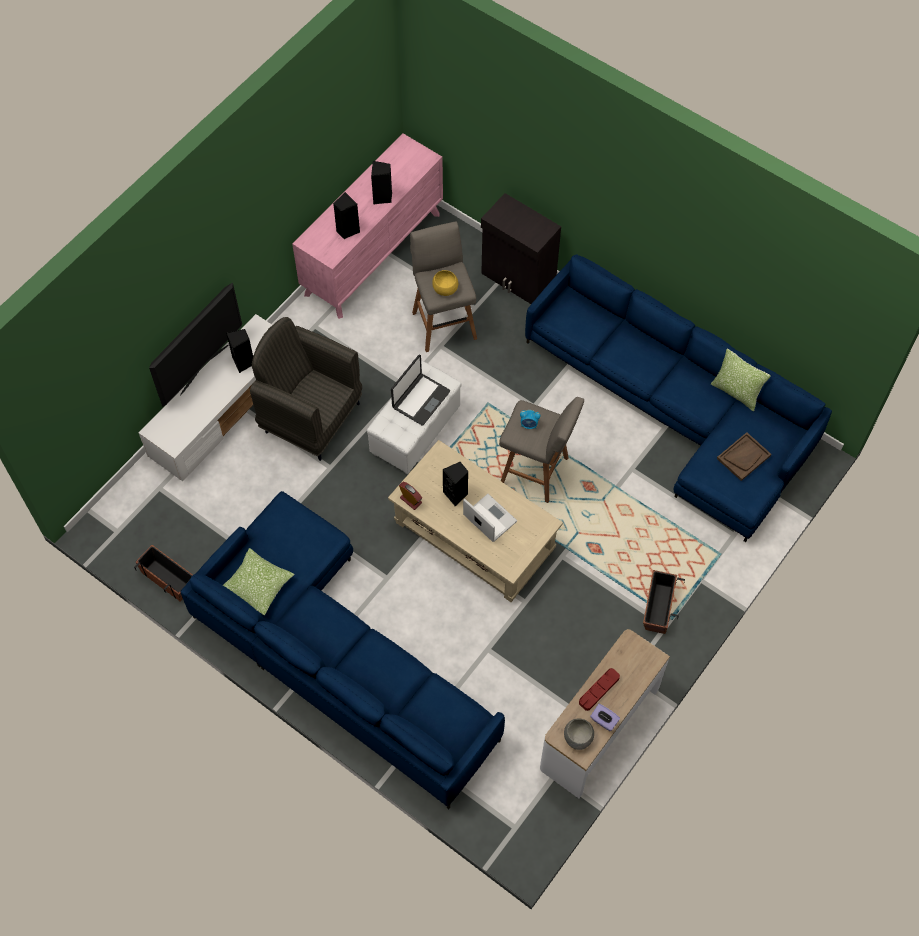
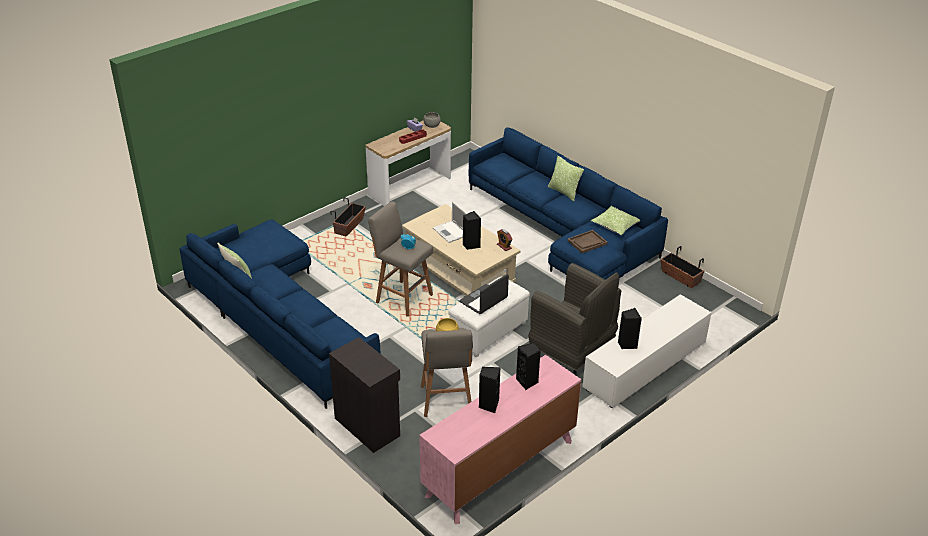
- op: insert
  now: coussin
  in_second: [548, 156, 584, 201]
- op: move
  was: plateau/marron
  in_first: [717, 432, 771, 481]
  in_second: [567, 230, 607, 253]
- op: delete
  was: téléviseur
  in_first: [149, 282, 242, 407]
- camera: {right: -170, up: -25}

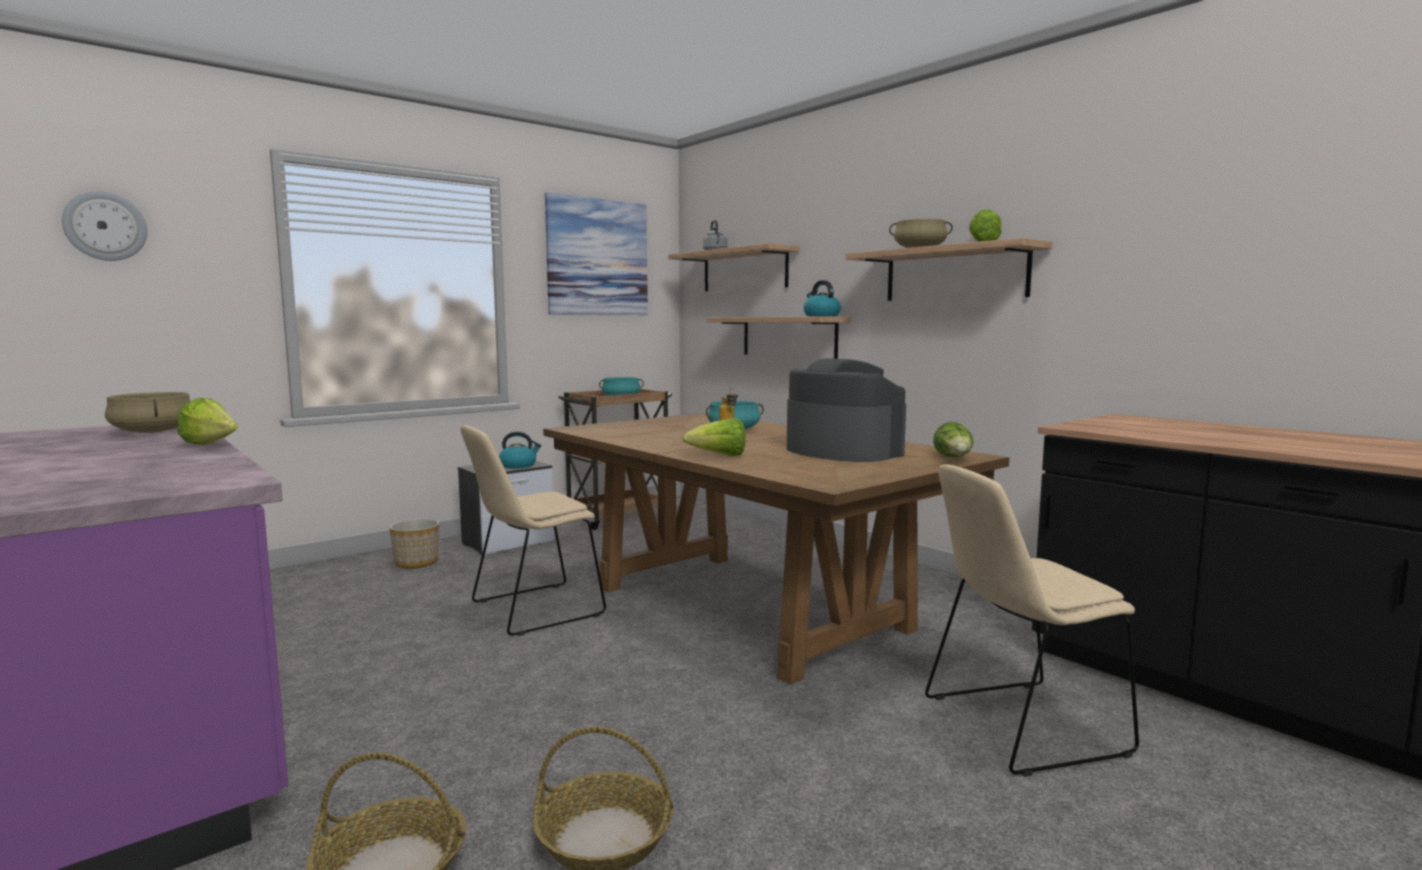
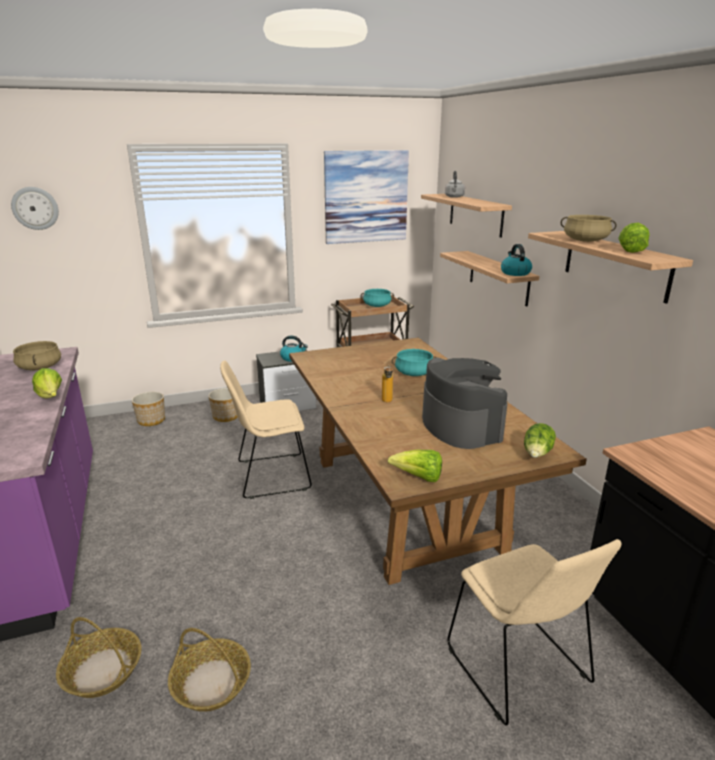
- op: insert
  now: cache-pot
  in_second: [132, 392, 165, 426]
- op: move
  was: laitue
  in_first: [682, 418, 746, 456]
  in_second: [388, 450, 442, 482]
- op: rotate
  was: chaise/beige
  in_first: [925, 464, 1139, 777]
  in_second: [447, 539, 621, 726]
  clockwise: -120
- camera: {right: 20, up: 15}

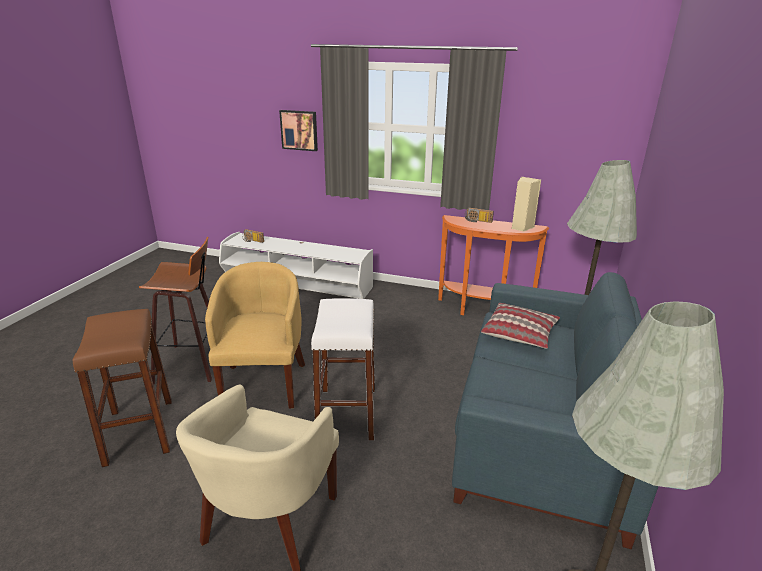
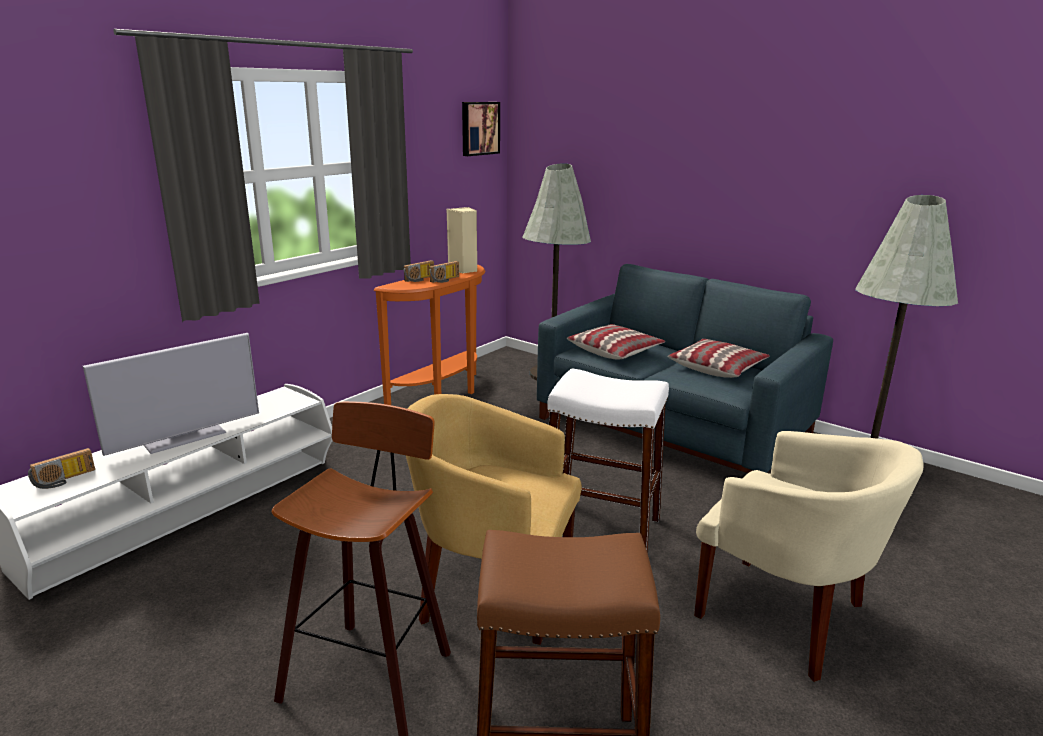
- op: insert
  now: téléviseur
  in_second: [83, 333, 259, 456]
- op: insert
  now: radio
  in_second: [429, 261, 459, 283]
- op: move
  was: tableau
  in_first: [279, 110, 318, 151]
  in_second: [462, 102, 500, 156]
- op: insert
  now: coussin
  in_second: [667, 339, 770, 378]
- camera: {right: -70, up: -5}

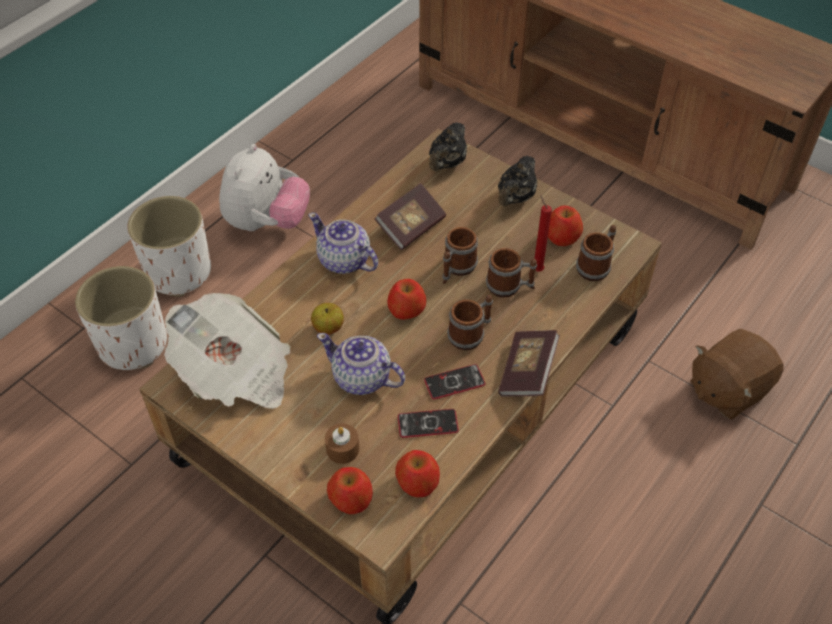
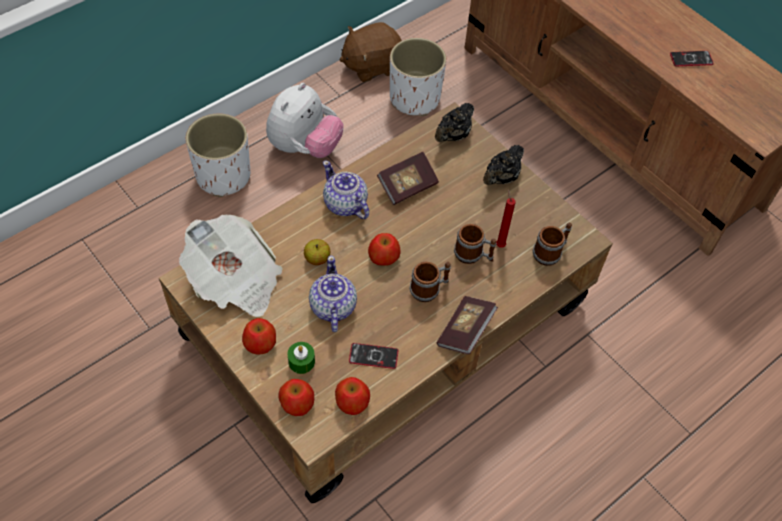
- op: move
  was: pomme
  in_first: [548, 205, 583, 246]
  in_second: [242, 318, 276, 355]
- op: recolor
  was: bougie/marron
  now: bougie/vert
  in_first: [325, 423, 359, 464]
  in_second: [288, 342, 315, 374]
- op: rotate
  was: théière
  in_first: [317, 333, 405, 395]
  in_second: [309, 255, 357, 332]
  clockwise: 45
- op: move
  was: peluche/marron
  in_first: [690, 329, 784, 420]
  in_second: [340, 22, 402, 82]
- op: move
  was: cache-pot/blanc
  in_first: [75, 266, 167, 370]
  in_second: [390, 38, 447, 116]
- op: move
  was: téléphone
  in_first: [424, 364, 485, 400]
  in_second: [670, 51, 714, 66]
- op: delete
  was: mug
  in_first: [442, 227, 478, 284]
- camera: {right: 10, up: 5}

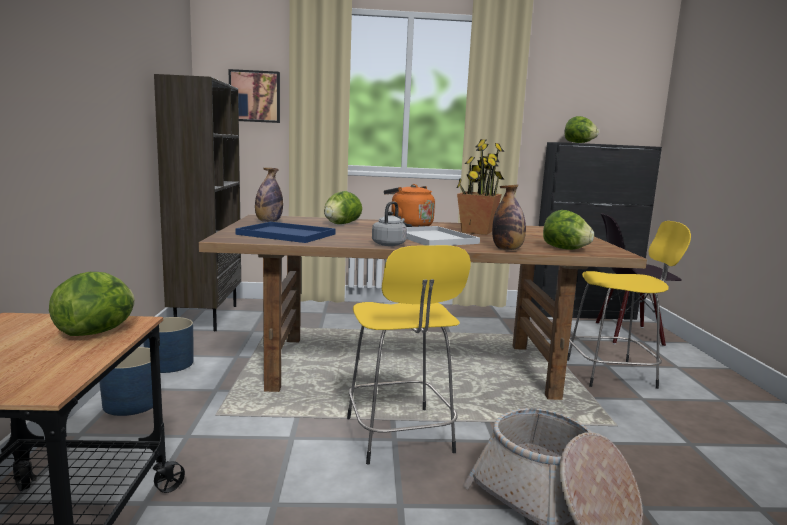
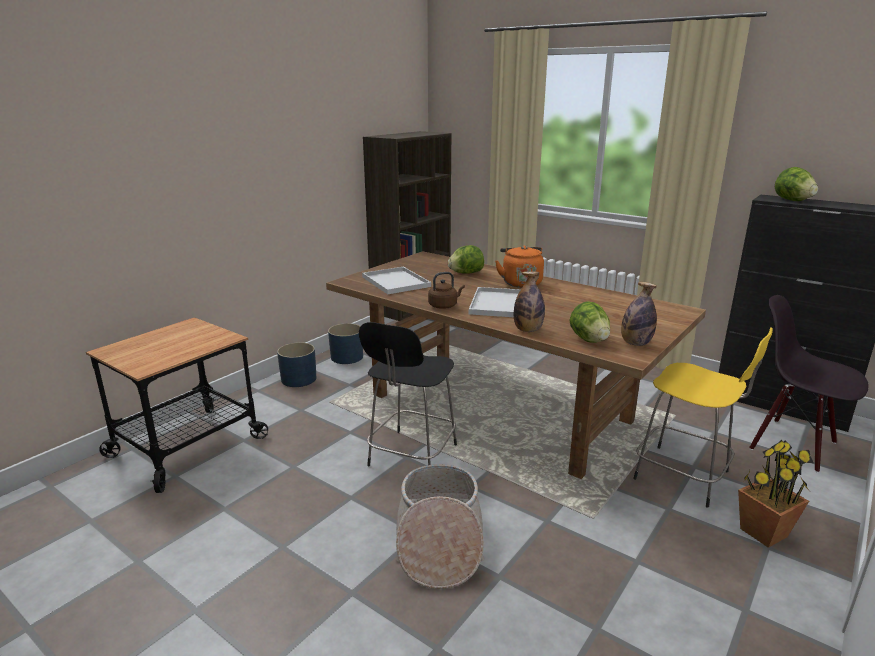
- op: recolor
  was: tabouret/jaune
  now: tabouret/noir
  in_first: [347, 245, 471, 465]
  in_second: [359, 322, 457, 467]
- op: recolor
  was: plateau/bleu
  now: plateau/blanc
  in_first: [235, 222, 336, 243]
  in_second: [362, 267, 431, 294]
- op: recolor
  was: bouilloire/gris
  now: bouilloire/marron
  in_first: [372, 201, 407, 246]
  in_second: [428, 272, 465, 309]
- op: move
  was: bouteille
  in_first: [255, 168, 283, 222]
  in_second: [621, 282, 657, 346]
- op: move
  was: plante en pot
  in_first: [456, 139, 505, 235]
  in_second: [738, 440, 813, 548]
- op: delete
  was: laitue
  in_first: [49, 272, 135, 336]
- op: delete
  was: tableau
  in_first: [229, 69, 280, 123]
- camera: {right: 40, up: 10}

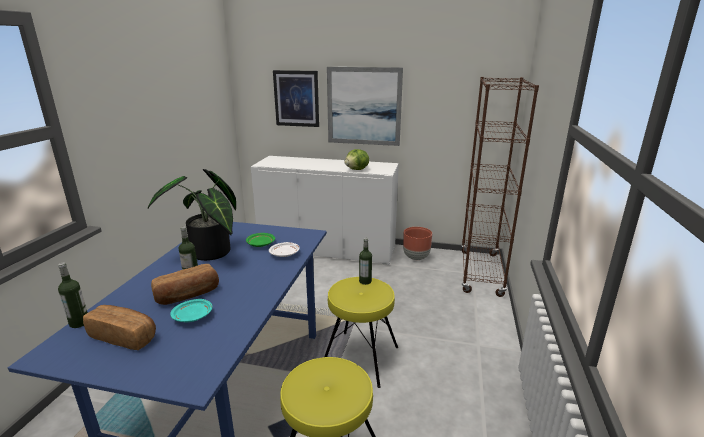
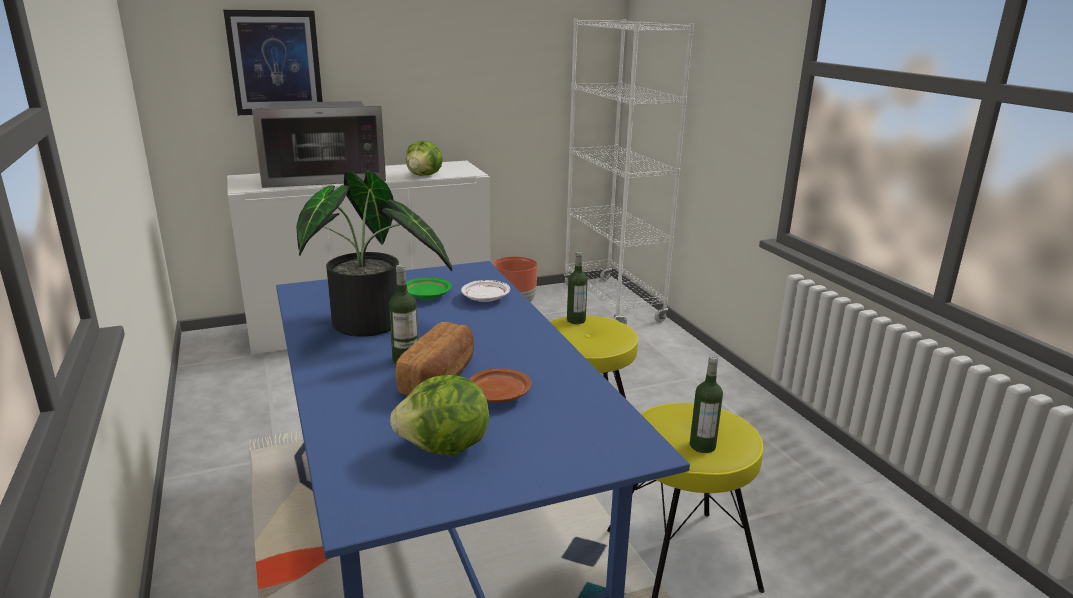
- op: insert
  now: micro-ondes
  in_second: [252, 101, 386, 188]
- op: replace
  was: pain
  now: laitue
  in_first: [83, 305, 156, 350]
  in_second: [390, 375, 489, 455]
- op: recolor
  was: assiette/turquoise
  now: assiette/marron
  in_first: [170, 299, 212, 322]
  in_second: [469, 368, 531, 403]
- op: recolor
  was: bibliothèque/marron
  now: bibliothèque/blanc
  in_first: [461, 77, 539, 297]
  in_second: [563, 19, 694, 325]
- op: move
  was: bouteille
  in_first: [58, 262, 88, 328]
  in_second: [690, 356, 723, 453]
- op: delete
  was: tableau
  in_first: [327, 67, 403, 146]
- camera: {right: -35, up: 0}

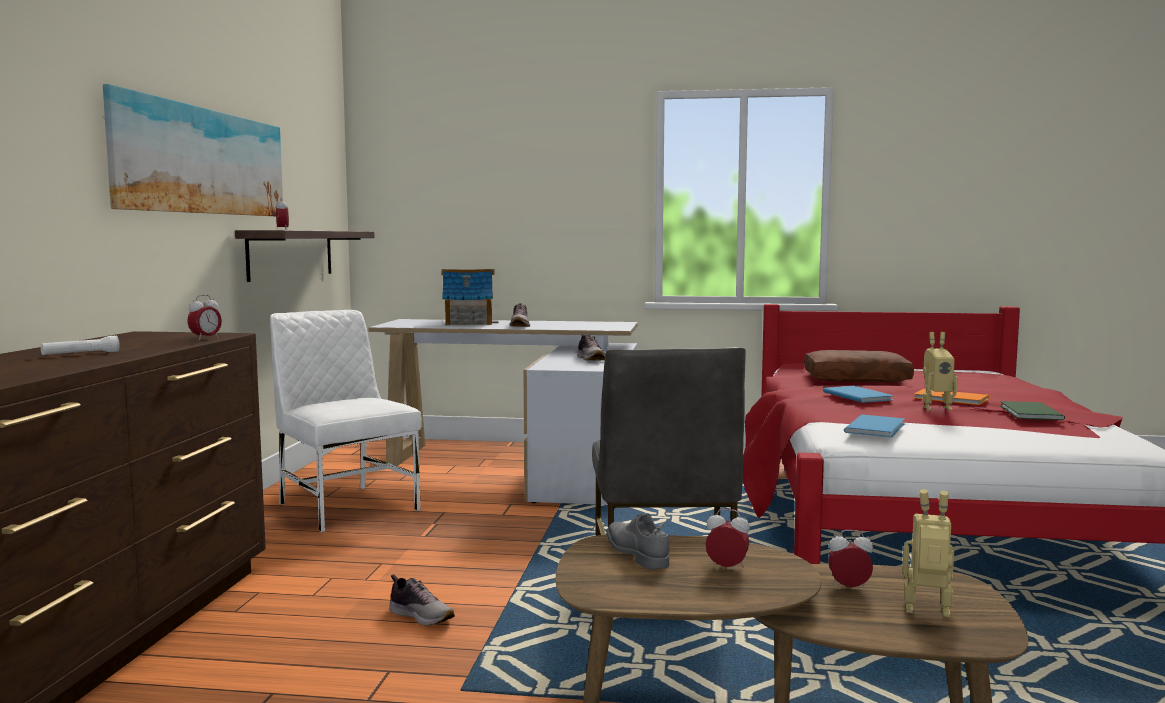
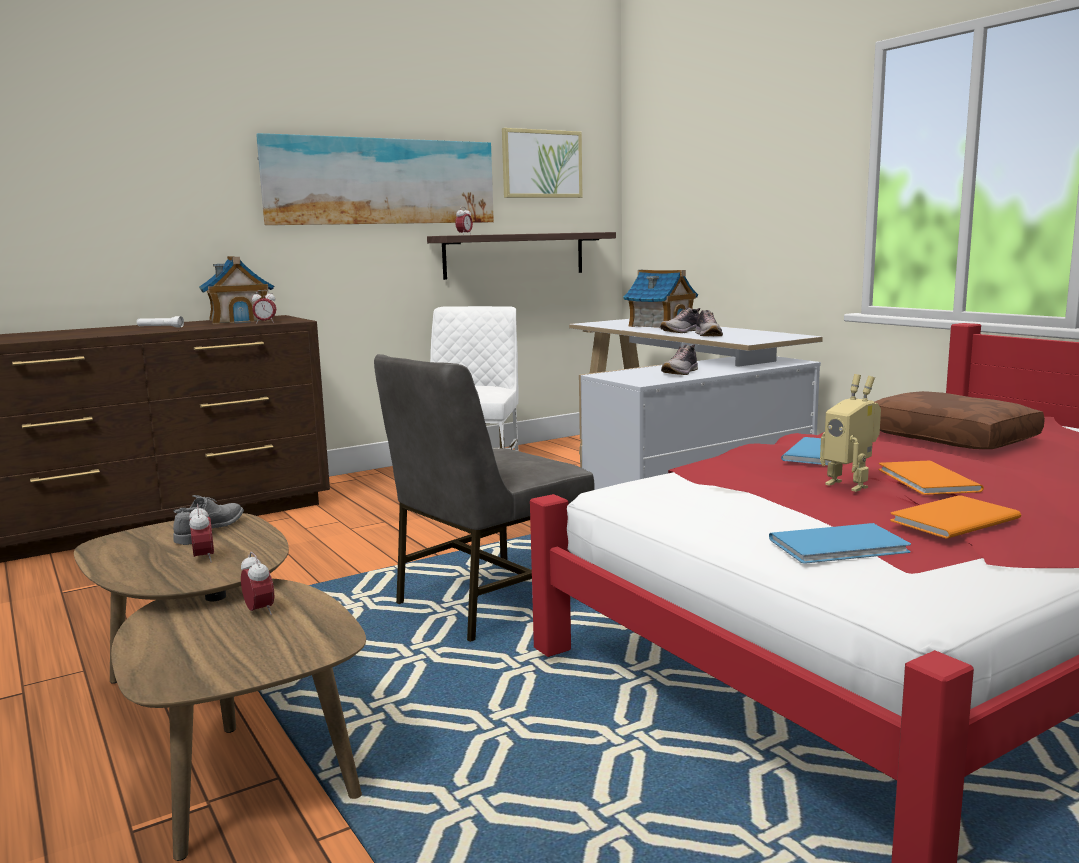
- op: insert
  now: maison miniature
  in_second: [199, 256, 274, 324]
- op: insert
  now: tableau
  in_second: [502, 128, 582, 198]
- op: move
  was: chaussure
  in_first: [389, 574, 455, 626]
  in_second: [695, 310, 723, 336]
- op: move
  was: livre/bleu
  in_first: [844, 415, 905, 437]
  in_second: [769, 523, 911, 564]
- op: recolor
  was: livre/vert
  now: livre/orange
  in_first: [1000, 401, 1065, 420]
  in_second: [890, 495, 1021, 539]
- op: delete
  was: robot jouet
  in_first: [902, 489, 954, 617]
- camera: {right: 50, up: 5}

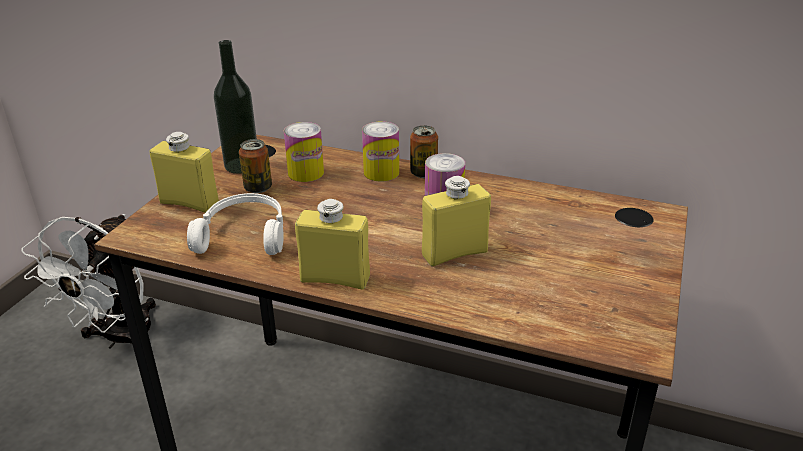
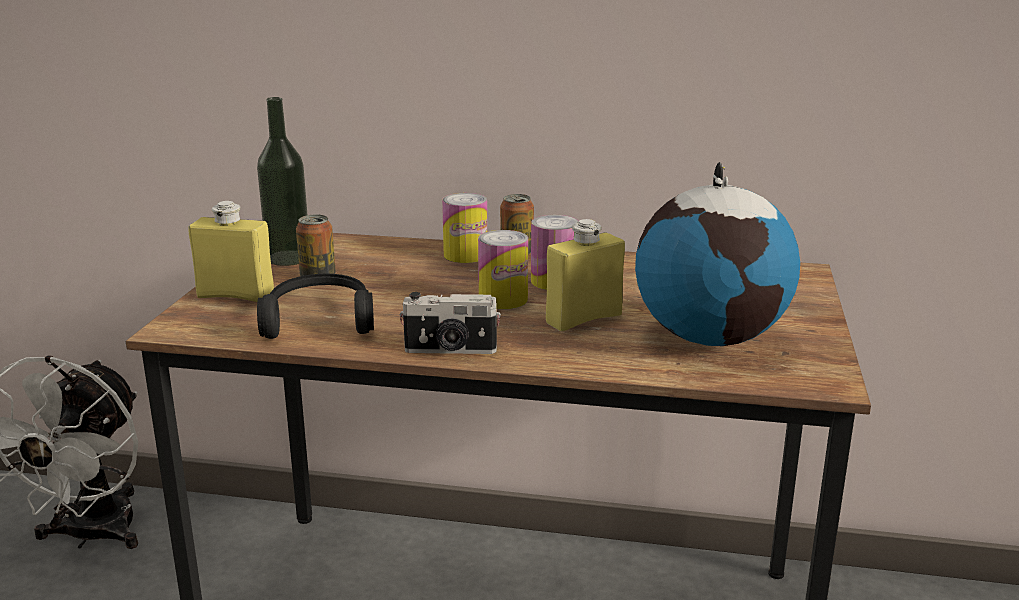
- op: recolor
  was: casque audio/blanc
  now: casque audio/noir
  in_first: [187, 193, 284, 255]
  in_second: [257, 274, 374, 339]
- op: replace
  was: bouteille/jaune
  now: appareil photo
  in_first: [295, 199, 370, 289]
  in_second: [400, 292, 501, 354]
- op: move
  was: boîte métallique
  in_first: [284, 122, 324, 182]
  in_second: [478, 230, 528, 309]
- op: insert
  now: globe
  in_second: [635, 162, 800, 346]
- camera: {right: -10, up: -10}

